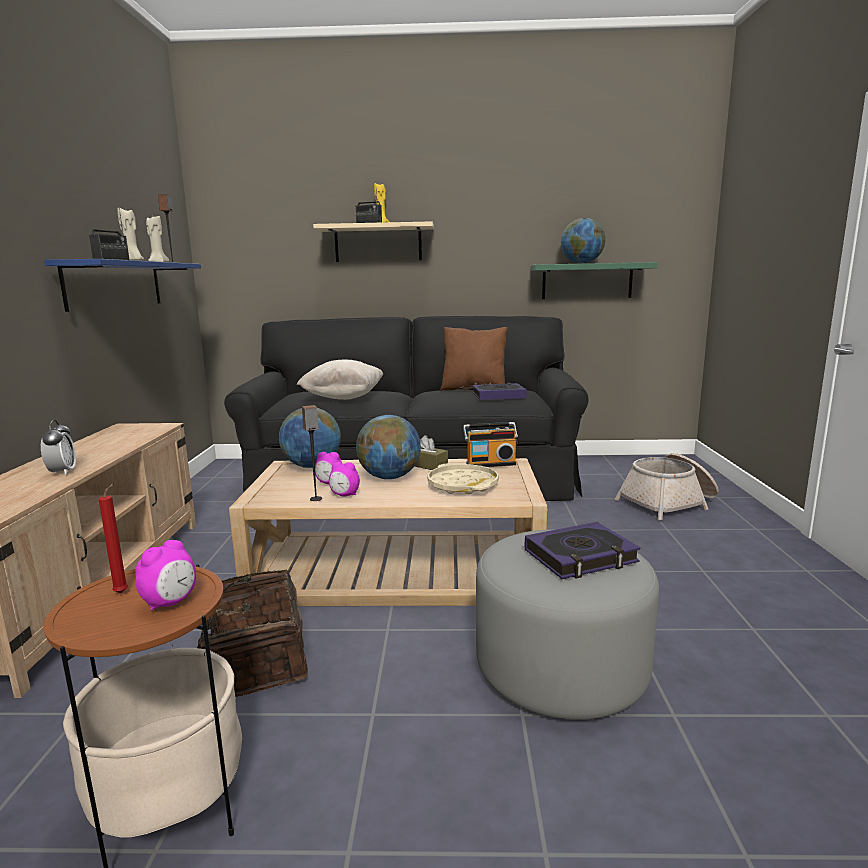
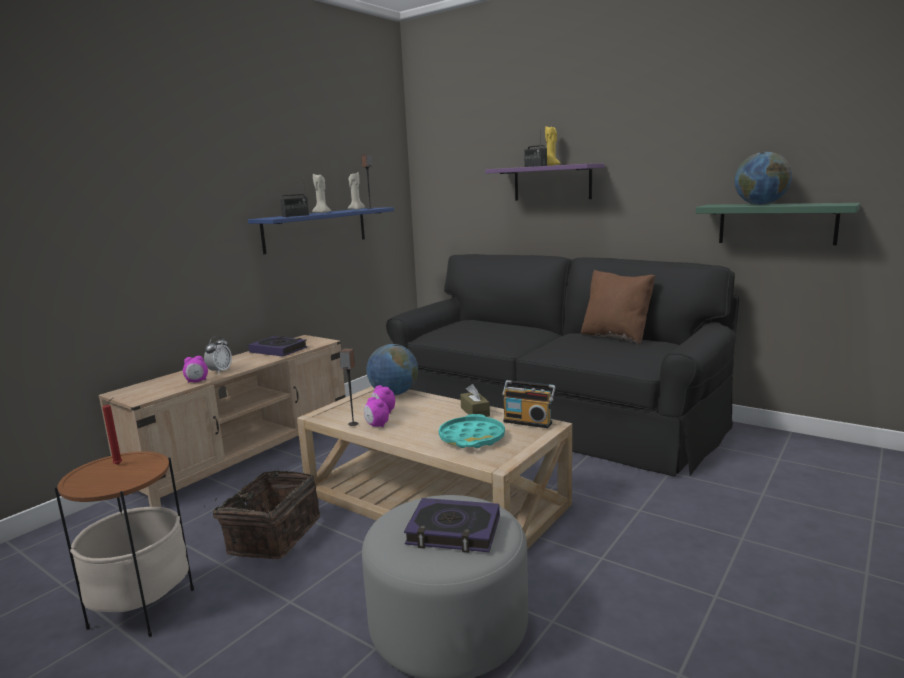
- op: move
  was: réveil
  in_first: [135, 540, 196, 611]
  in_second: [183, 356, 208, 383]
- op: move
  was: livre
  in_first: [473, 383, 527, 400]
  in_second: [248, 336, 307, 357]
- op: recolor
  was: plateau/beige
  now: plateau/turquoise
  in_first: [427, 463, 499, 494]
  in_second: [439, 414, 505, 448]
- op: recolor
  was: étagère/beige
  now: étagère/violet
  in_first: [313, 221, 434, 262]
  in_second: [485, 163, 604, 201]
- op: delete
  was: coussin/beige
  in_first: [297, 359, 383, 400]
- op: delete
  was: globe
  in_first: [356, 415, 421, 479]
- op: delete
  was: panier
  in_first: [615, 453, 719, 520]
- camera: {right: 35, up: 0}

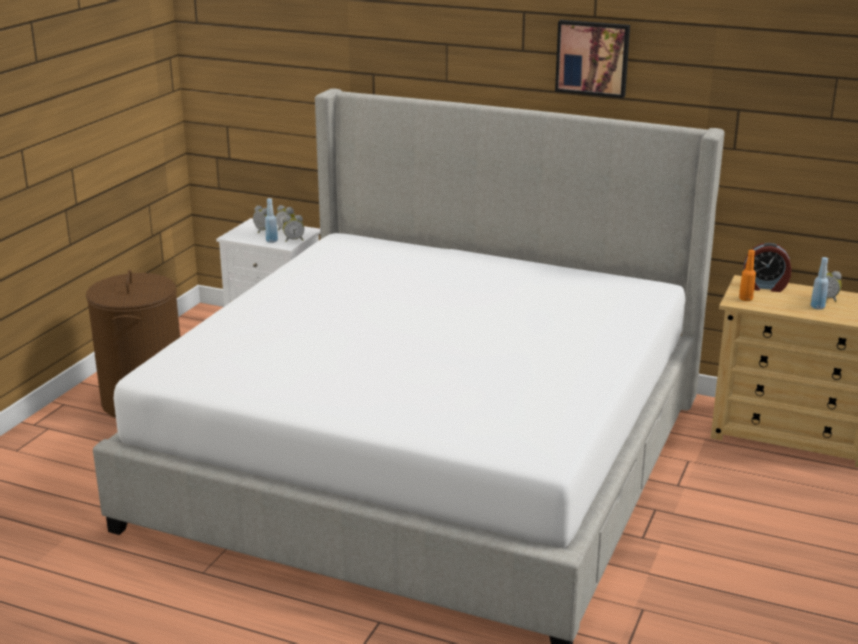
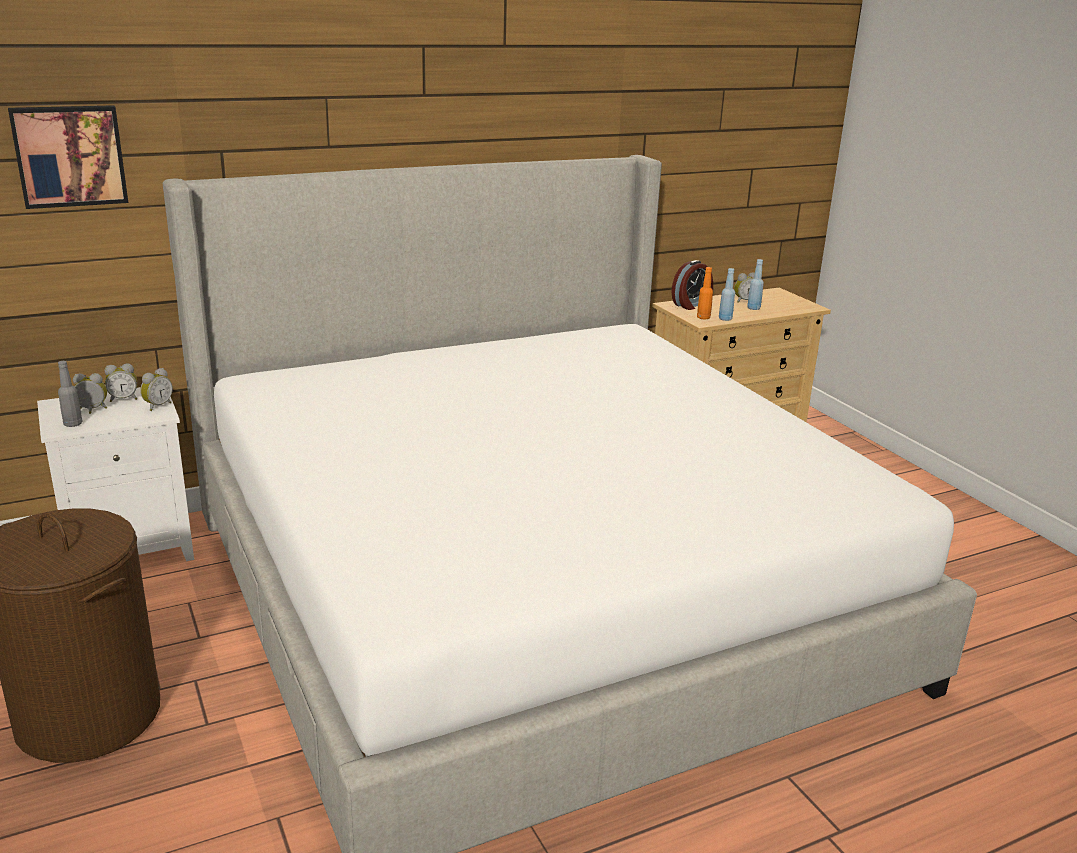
- op: move
  was: tableau
  in_first: [555, 20, 630, 98]
  in_second: [8, 105, 128, 209]
- op: insert
  now: bouteille/gris
  in_second: [58, 361, 83, 427]
- op: move
  was: bouteille/bleu
  in_first: [265, 198, 278, 243]
  in_second: [719, 268, 735, 321]
- camera: {right: -50, up: 0}

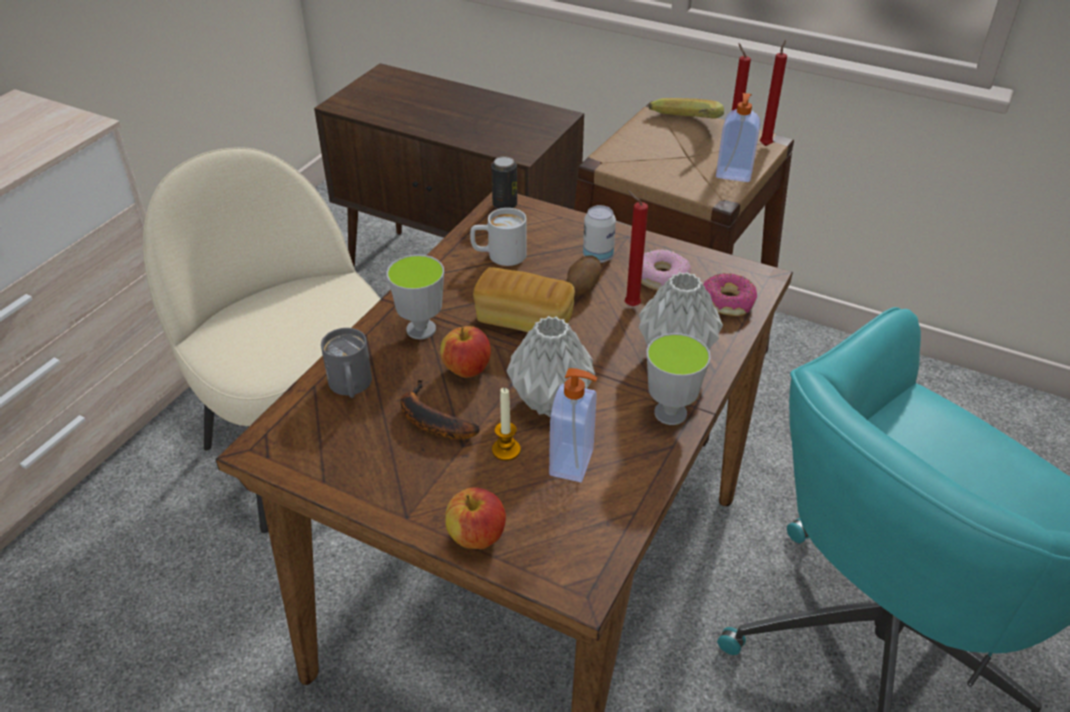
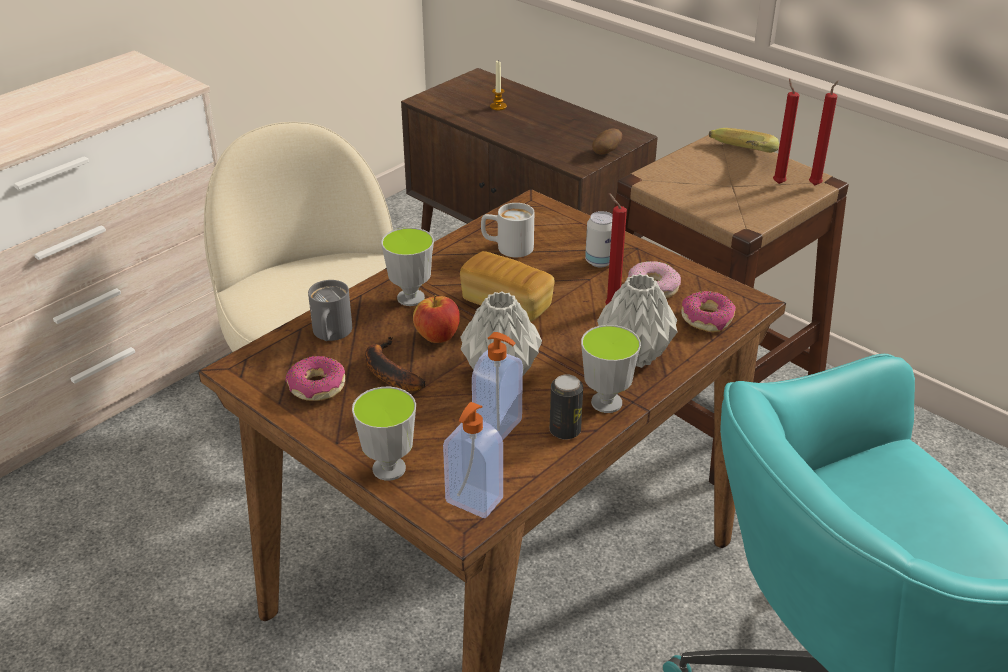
- op: insert
  now: beignet
  in_second: [285, 356, 345, 401]
- op: replace
  was: pomme
  now: tasse
  in_first: [445, 487, 506, 549]
  in_second: [352, 387, 416, 481]
- op: move
  was: distributeur de savon
  in_first: [716, 93, 761, 182]
  in_second: [443, 402, 503, 518]
- op: move
  was: bougie
  in_first: [492, 388, 521, 461]
  in_second: [490, 61, 507, 110]
- op: move
  was: boîte métallique
  in_first: [491, 156, 517, 209]
  in_second: [550, 374, 583, 440]
- op: move
  was: pomme de terre
  in_first: [566, 256, 601, 295]
  in_second: [592, 128, 622, 155]
- camera: {right: 15, up: -5}

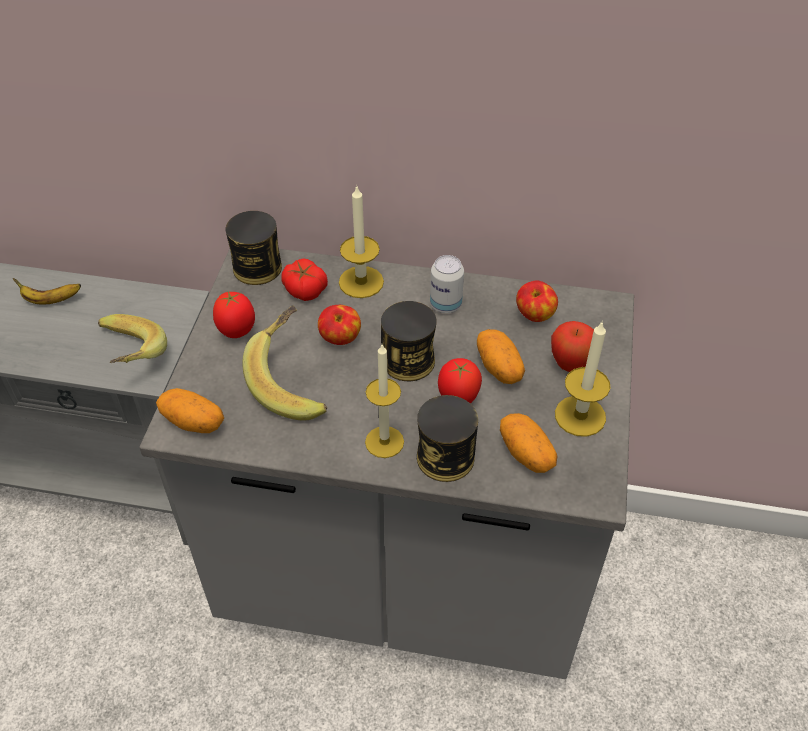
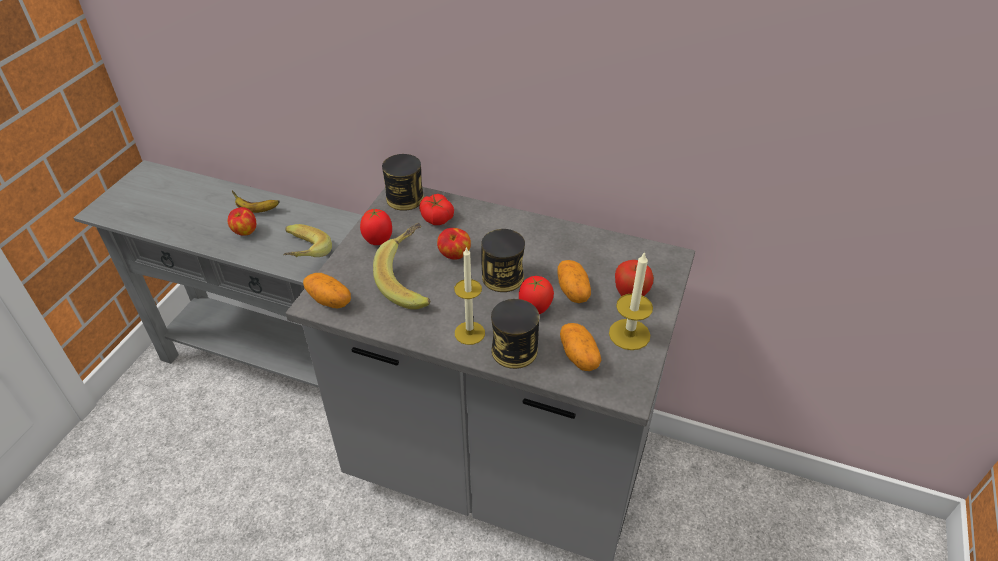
- op: move
  was: pomme
  in_first: [516, 281, 558, 322]
  in_second: [228, 207, 256, 236]
- op: delete
  was: bougie
  in_first: [339, 185, 384, 298]
- op: delete
  was: boîte métallique
  in_first: [430, 255, 464, 313]
- camera: {right: 10, up: -5}

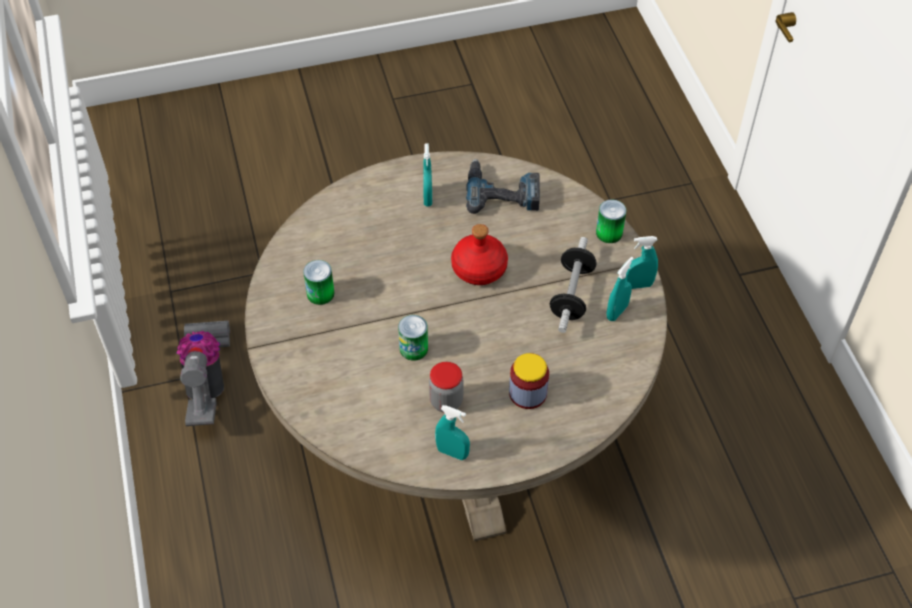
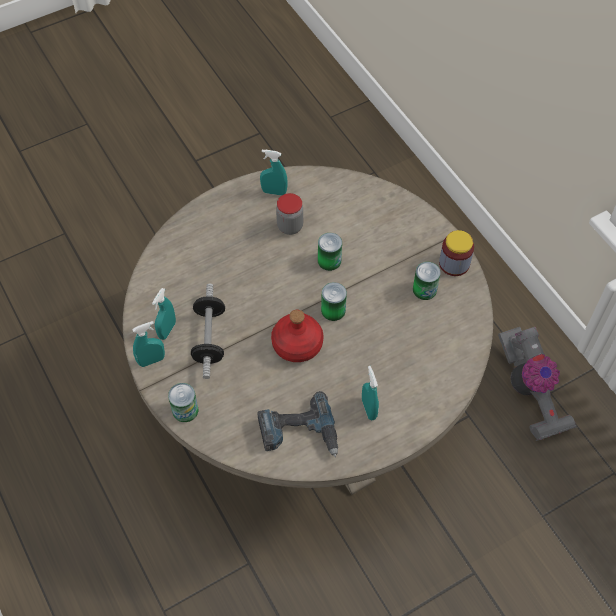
- op: insert
  now: boîte métallique
  in_second: [321, 282, 347, 321]
- op: move
  was: bocal
  in_first: [509, 353, 549, 409]
  in_second: [439, 230, 474, 276]
- camera: {right: 165, up: 5}

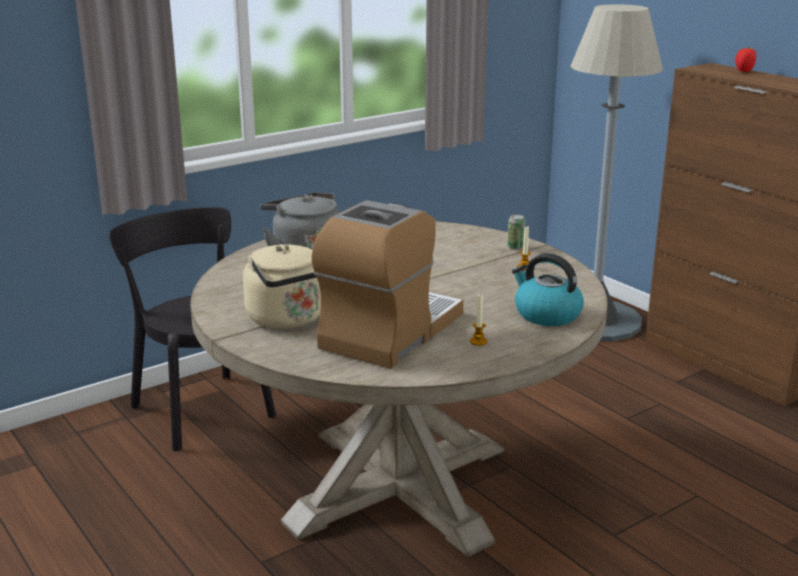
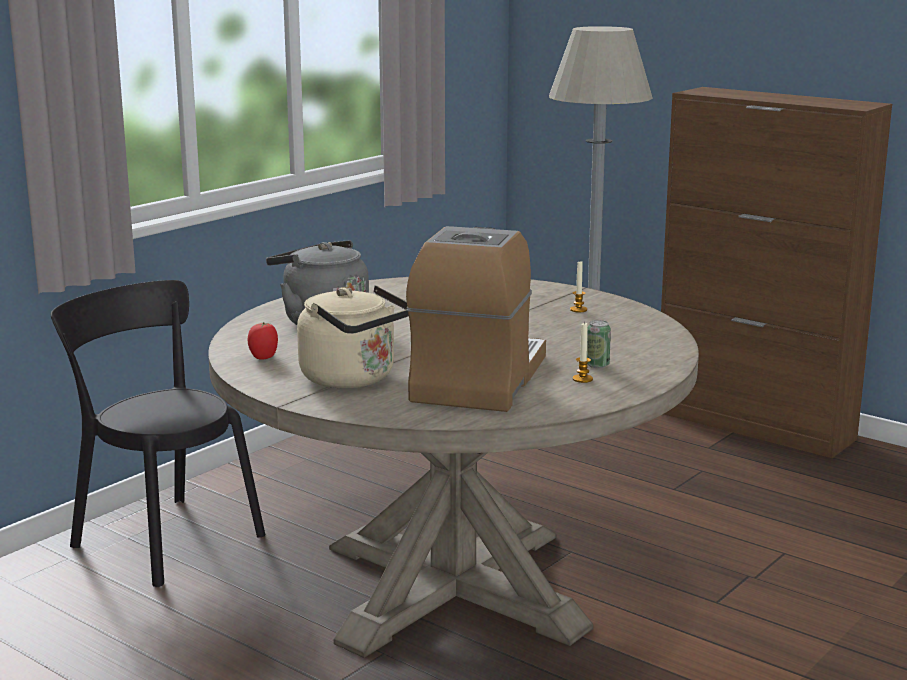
- op: move
  was: tomate
  in_first: [735, 47, 756, 72]
  in_second: [247, 322, 278, 360]
- op: move
  was: boîte métallique
  in_first: [507, 215, 526, 249]
  in_second: [587, 320, 611, 368]
- op: delete
  was: bouilloire
  in_first: [512, 253, 584, 326]
- camera: {right: -15, up: -5}

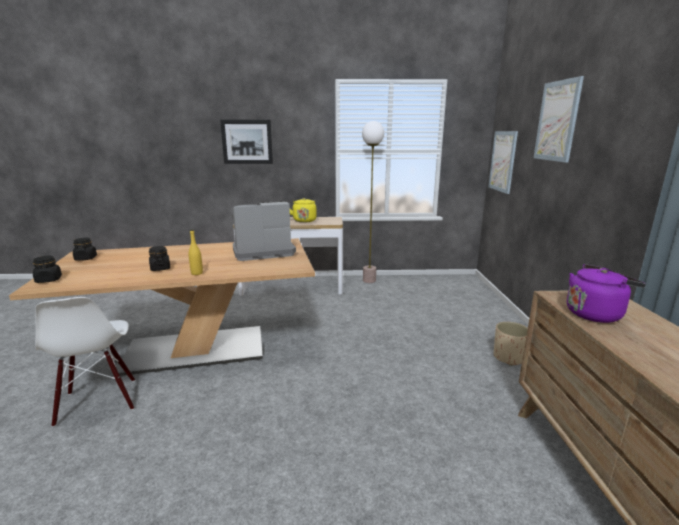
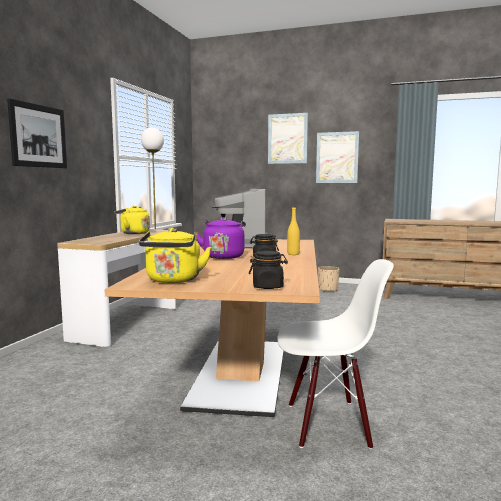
- op: replace
  was: bocal/noir
  now: bouilloire/jaune
  in_first: [73, 238, 97, 260]
  in_second: [139, 228, 211, 283]
- op: move
  was: bouilloire/violet
  in_first: [567, 264, 646, 323]
  in_second: [197, 217, 246, 259]
- op: move
  was: tableau
  in_first: [488, 131, 518, 194]
  in_second: [316, 131, 359, 183]
- camera: {right: -70, up: -10}

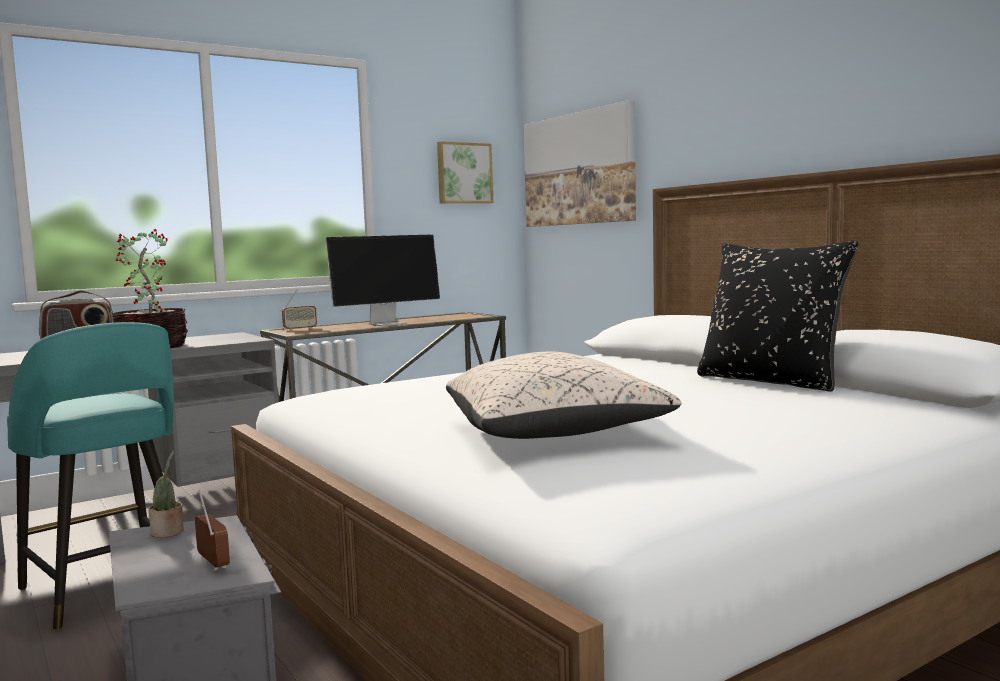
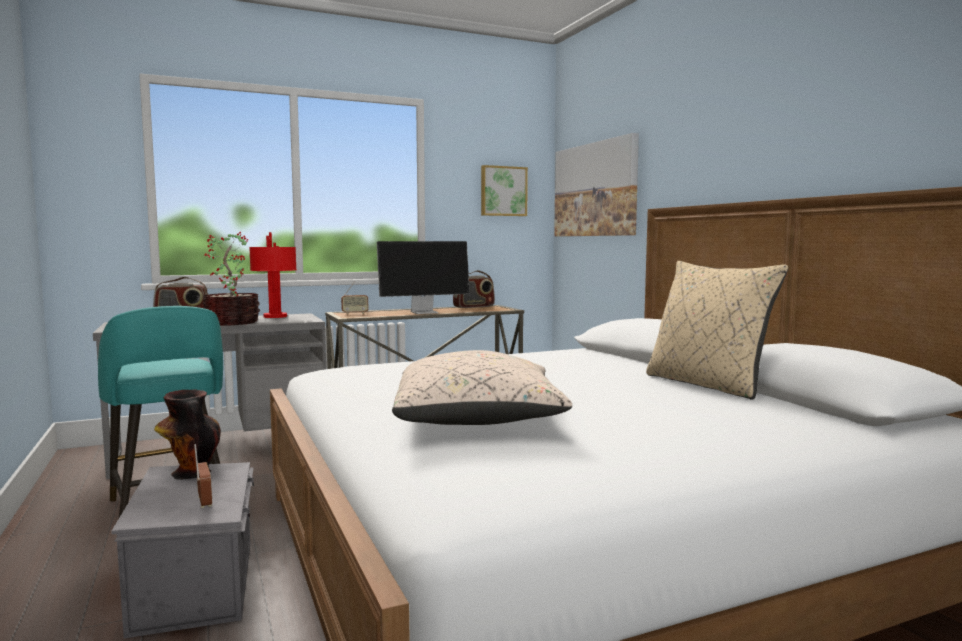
- op: replace
  was: plante en pot
  now: vase
  in_first: [148, 450, 183, 538]
  in_second: [154, 390, 221, 480]
- op: insert
  now: lampe de table/rouge
  in_second: [249, 232, 297, 318]
- op: insert
  now: radio
  in_second: [453, 270, 495, 308]
- op: recolor
  was: coussin/noir
  now: coussin/beige
  in_first: [697, 241, 858, 392]
  in_second: [646, 261, 788, 400]
- camera: {right: 10, up: 0}

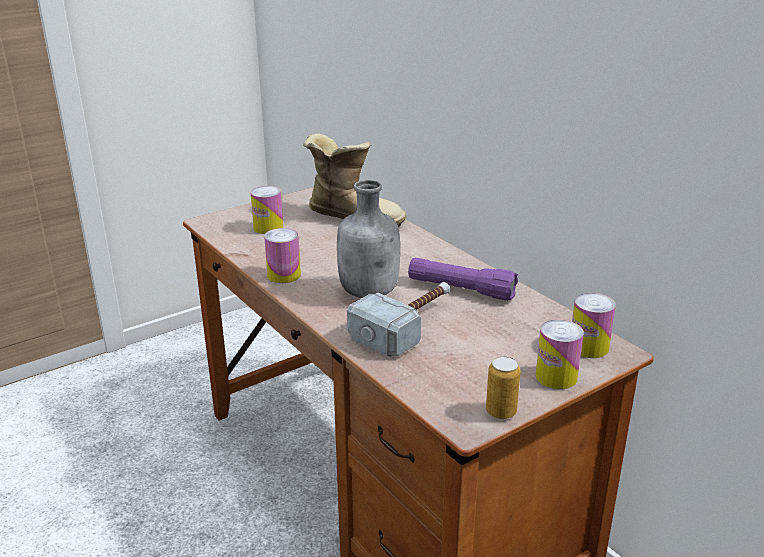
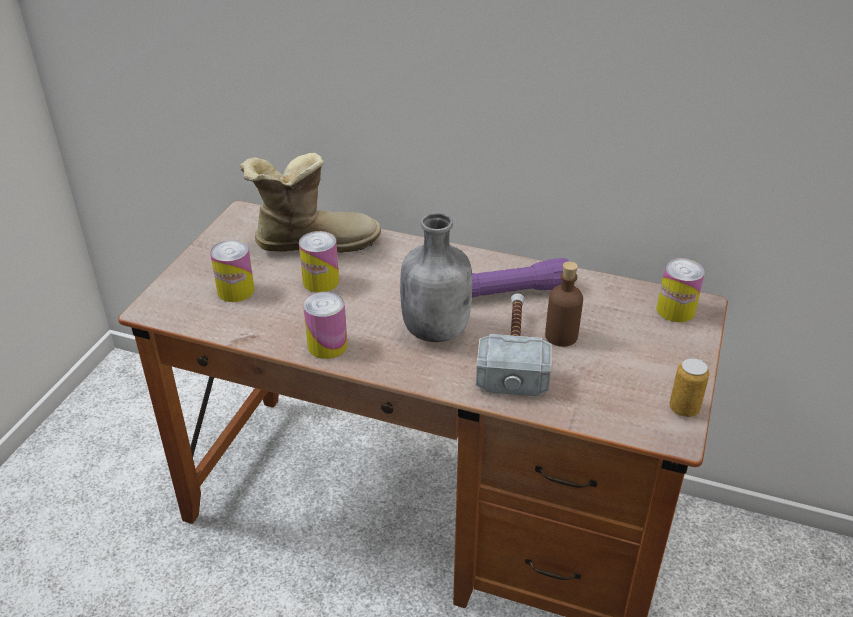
- op: move
  was: boîte métallique
  in_first: [536, 319, 584, 389]
  in_second: [299, 231, 339, 293]
- op: insert
  now: bouteille/marron
  in_second: [545, 261, 583, 347]
- camera: {right: -35, up: 10}

